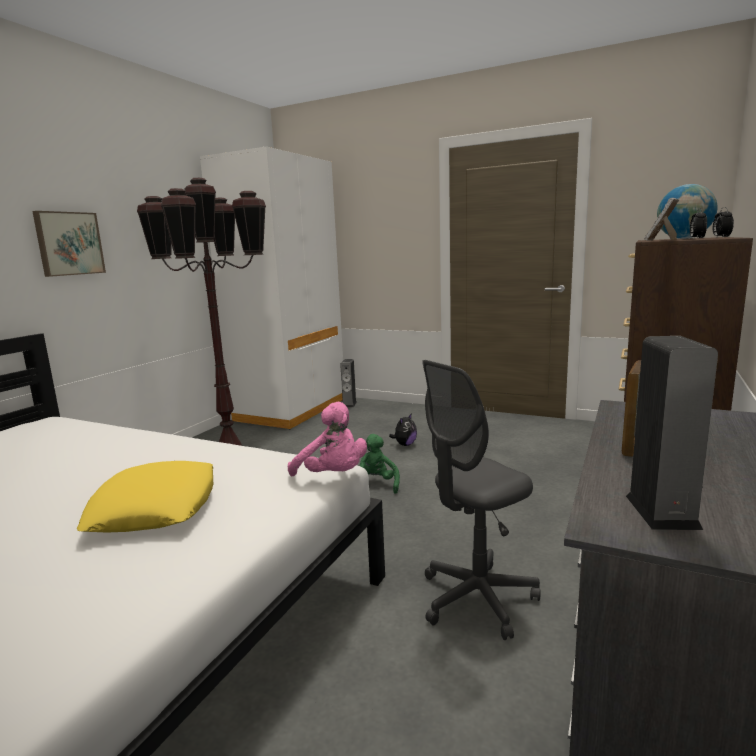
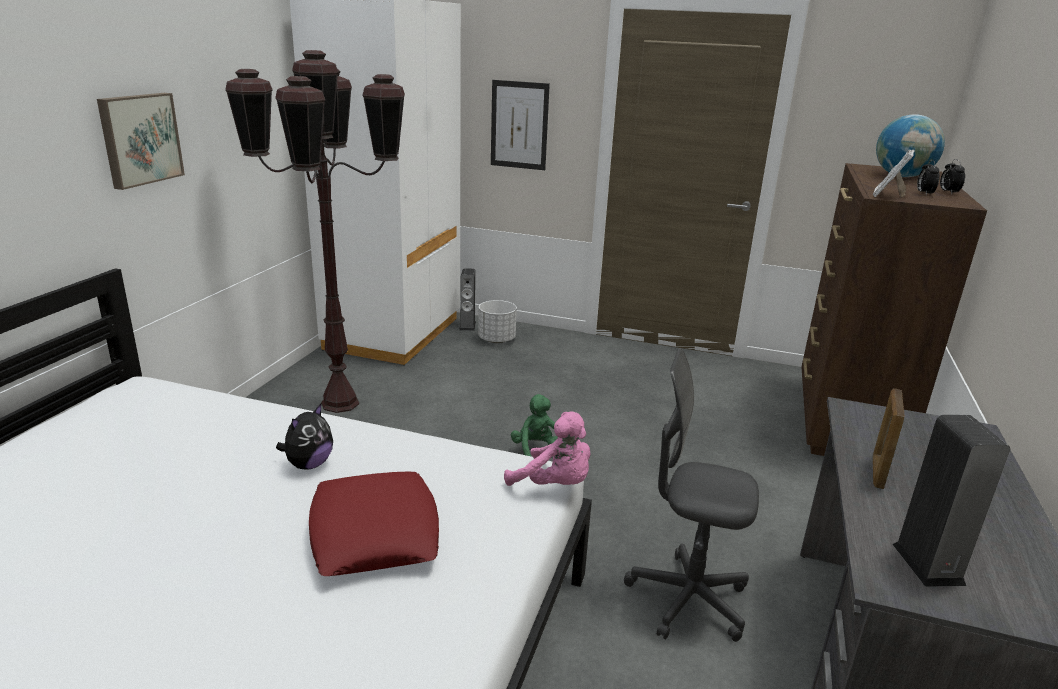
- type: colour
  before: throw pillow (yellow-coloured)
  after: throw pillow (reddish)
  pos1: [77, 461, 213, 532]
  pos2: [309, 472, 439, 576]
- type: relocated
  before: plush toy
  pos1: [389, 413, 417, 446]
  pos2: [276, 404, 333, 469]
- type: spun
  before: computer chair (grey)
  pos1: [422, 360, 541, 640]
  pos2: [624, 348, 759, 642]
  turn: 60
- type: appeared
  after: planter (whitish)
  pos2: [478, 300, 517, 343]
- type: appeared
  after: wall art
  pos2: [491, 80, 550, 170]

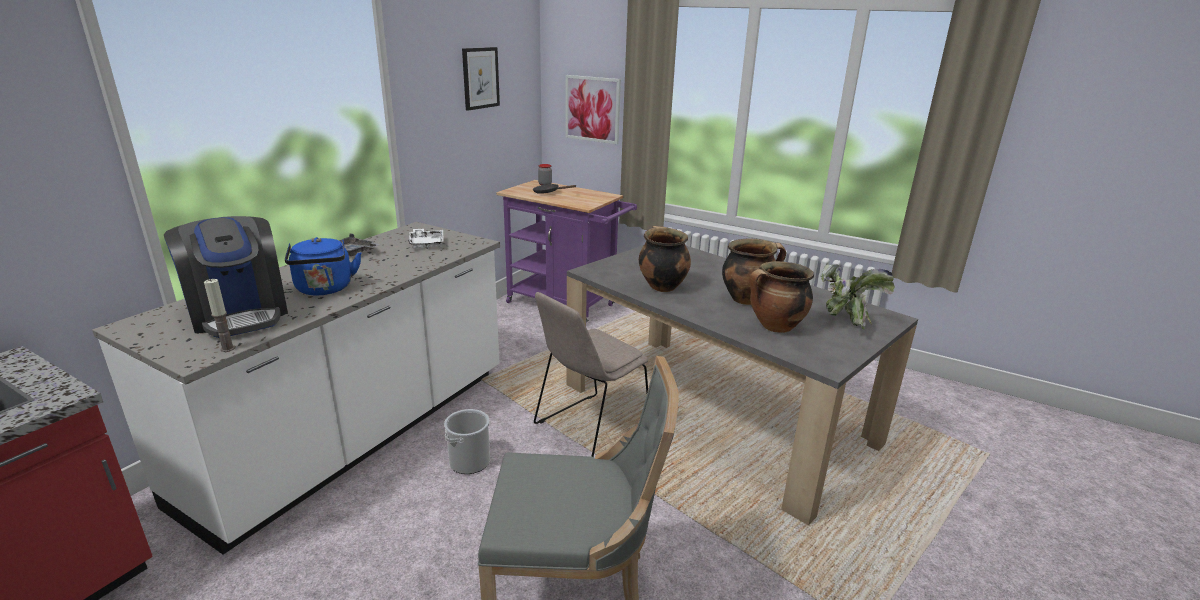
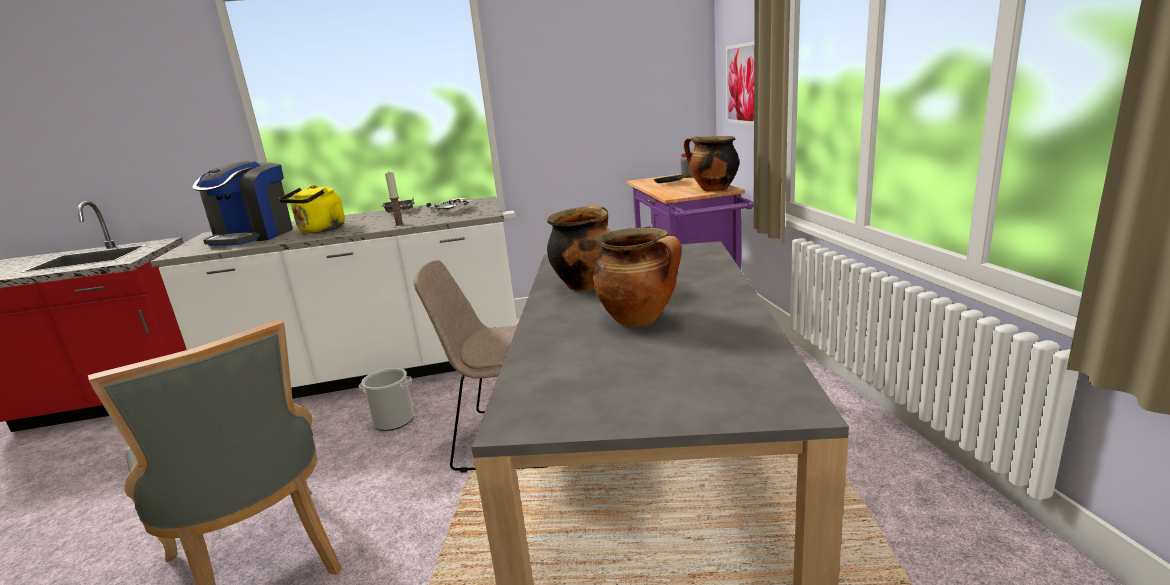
- type: relocated
  before: wax light
  pos1: [204, 279, 235, 352]
  pos2: [385, 171, 404, 226]
- type: colour
  before: water kettle (blue)
  after: water kettle (yellow-coloured)
  pos1: [285, 237, 361, 296]
  pos2: [279, 185, 345, 233]
- type: missing
  before: wall art
  pos1: [462, 47, 500, 111]
- type: relocated
  before: cooking pot
  pos1: [749, 261, 814, 333]
  pos2: [684, 136, 739, 192]
- type: missing
  before: houseplant
  pos1: [821, 263, 895, 330]

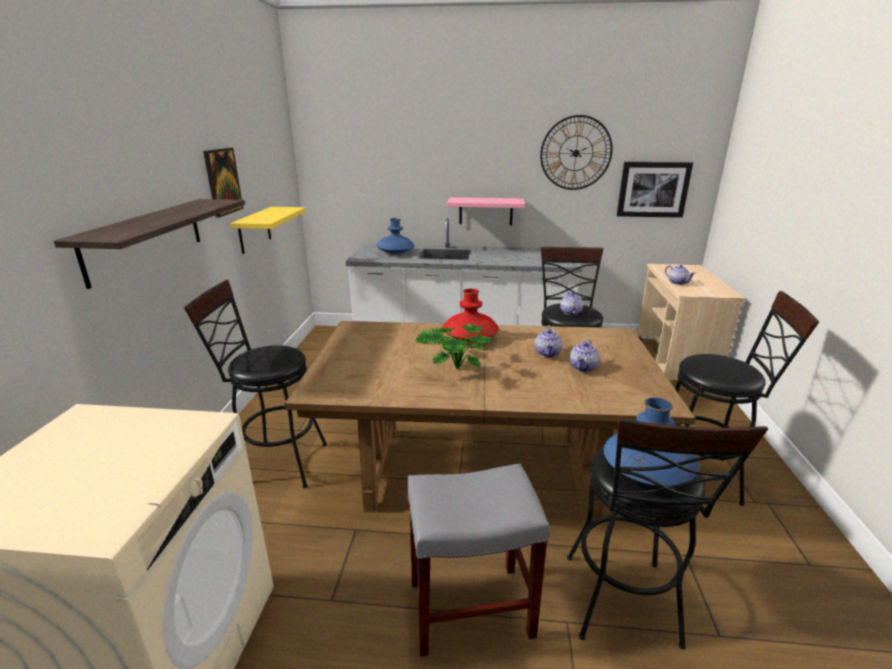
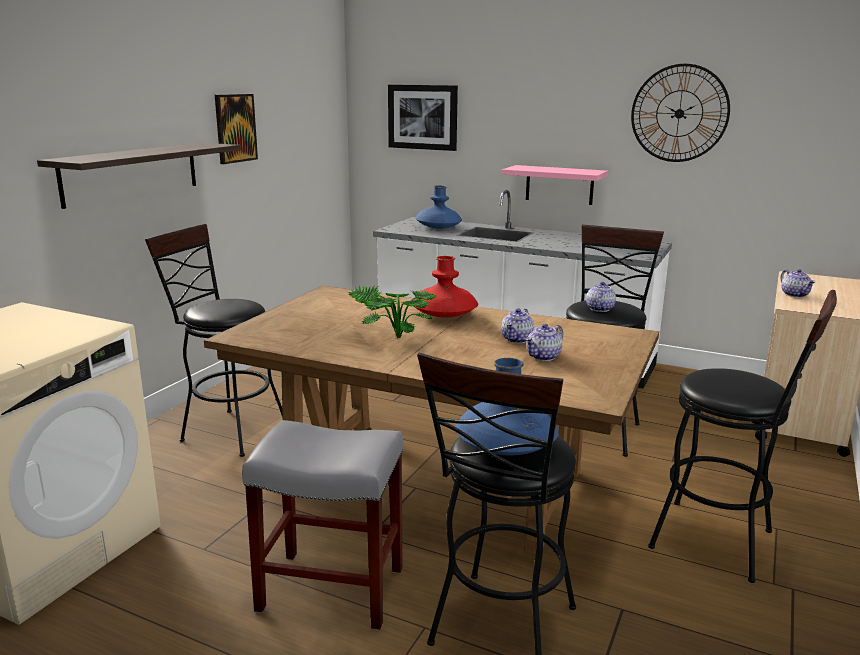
- type: missing
  before: bracket shelf (yellow-coloured)
  pos1: [231, 207, 306, 254]
- type: relocated
  before: wall art
  pos1: [617, 162, 693, 218]
  pos2: [388, 84, 458, 151]

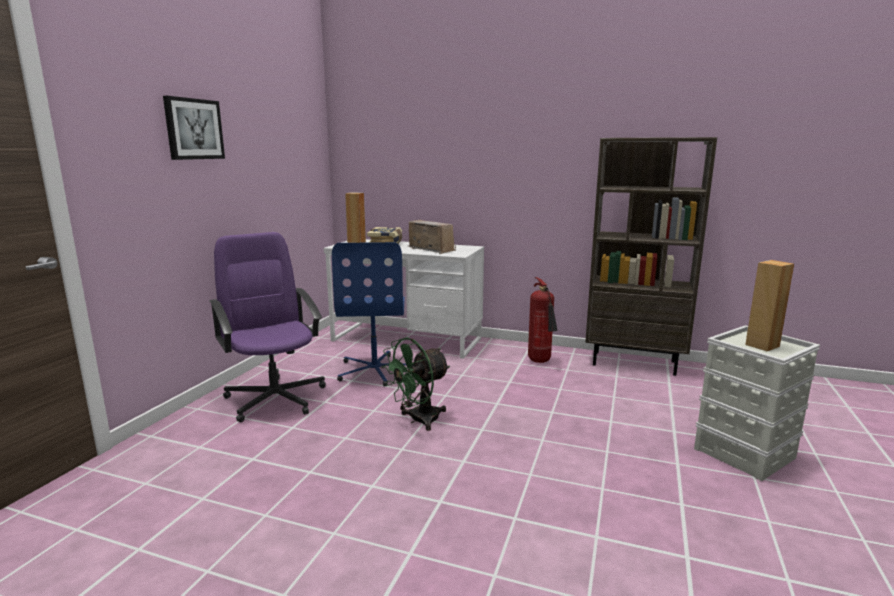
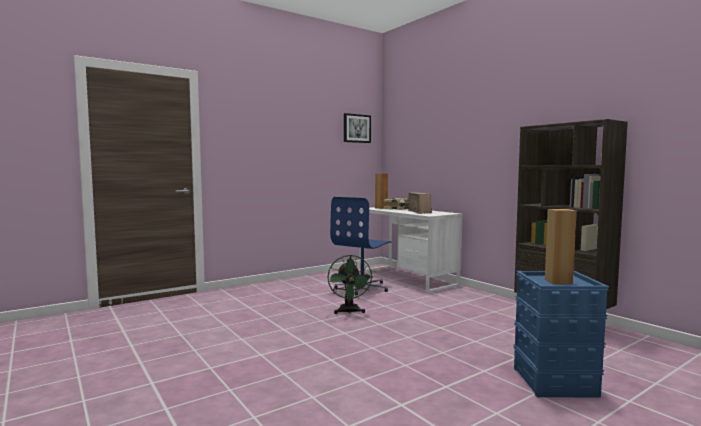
- type: relocated
  before: wall art
  pos1: [163, 96, 225, 160]
  pos2: [344, 113, 371, 143]
- type: missing
  before: computer chair (purplish)
  pos1: [209, 232, 326, 422]
- type: spun
  before: fan (green-coloured)
  pos1: [381, 338, 450, 431]
  pos2: [328, 255, 373, 314]
  turn: -90
- type: missing
  before: extinguisher
  pos1: [528, 277, 557, 363]
- type: colour
  before: storage box (grey)
  after: storage box (blue)
  pos1: [694, 325, 820, 481]
  pos2: [513, 271, 609, 398]

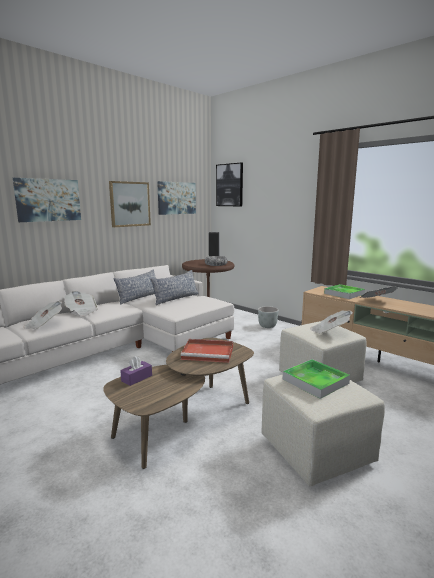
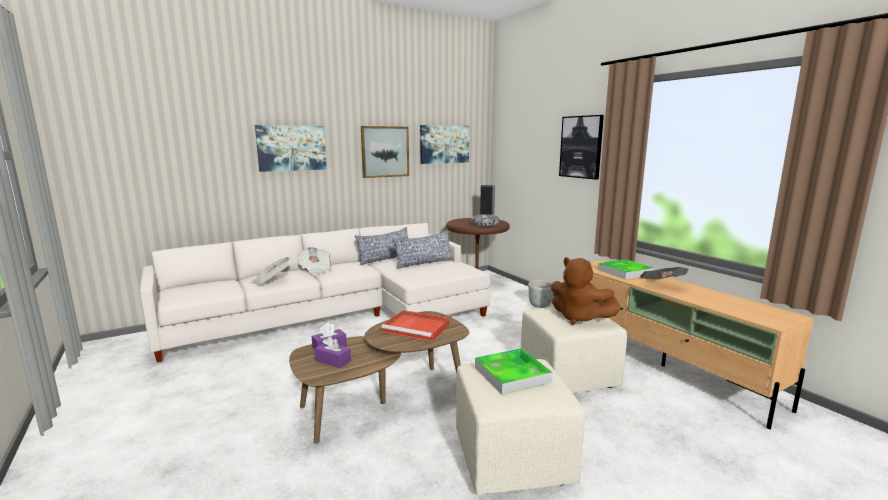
- type: relocated
  before: wall art
  pos1: [216, 163, 243, 206]
  pos2: [559, 115, 604, 180]
- type: exchanged
  before: newspaper
  after: plush toy (brown)
  pos1: [310, 310, 353, 334]
  pos2: [551, 257, 621, 325]
- type: appeared
  after: tissue holder (purplish)
  pos2: [315, 336, 351, 368]

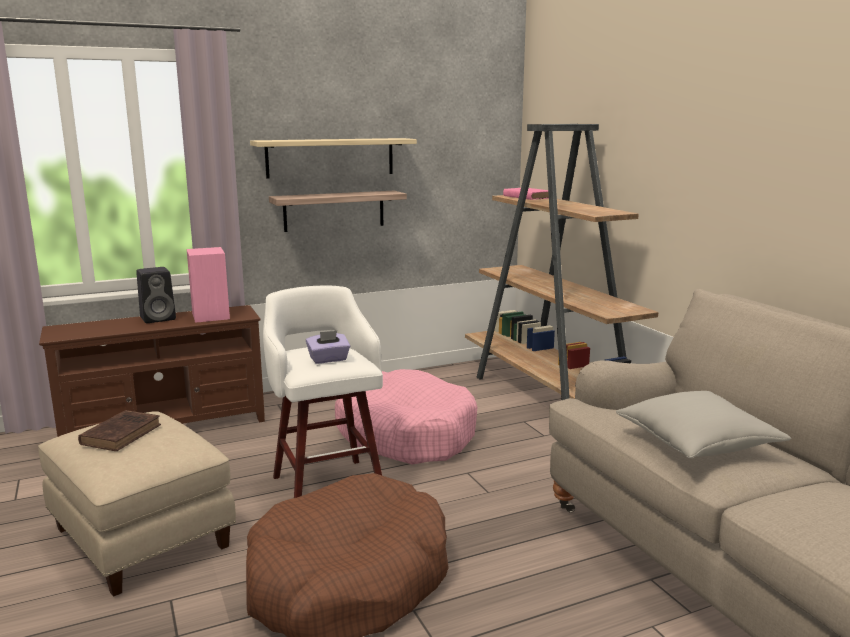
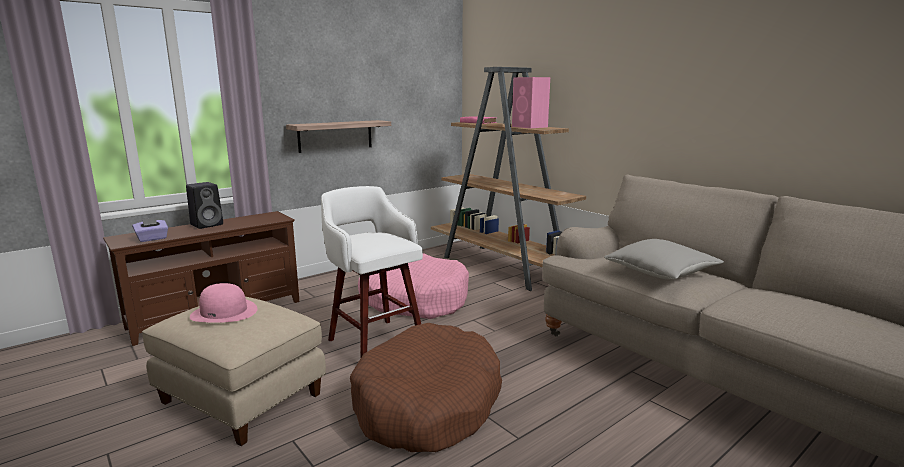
- type: exchanged
  before: book (brown)
  after: hat (pinkish)
  pos1: [78, 410, 161, 451]
  pos2: [190, 283, 258, 323]
- type: relocated
  before: speaker (pinkish)
  pos1: [187, 247, 230, 323]
  pos2: [512, 77, 550, 128]
- type: missing
  before: bracket shelf
  pos1: [250, 138, 417, 178]
- type: relocated
  before: tissue holder (purplish)
  pos1: [306, 331, 350, 364]
  pos2: [132, 217, 168, 242]

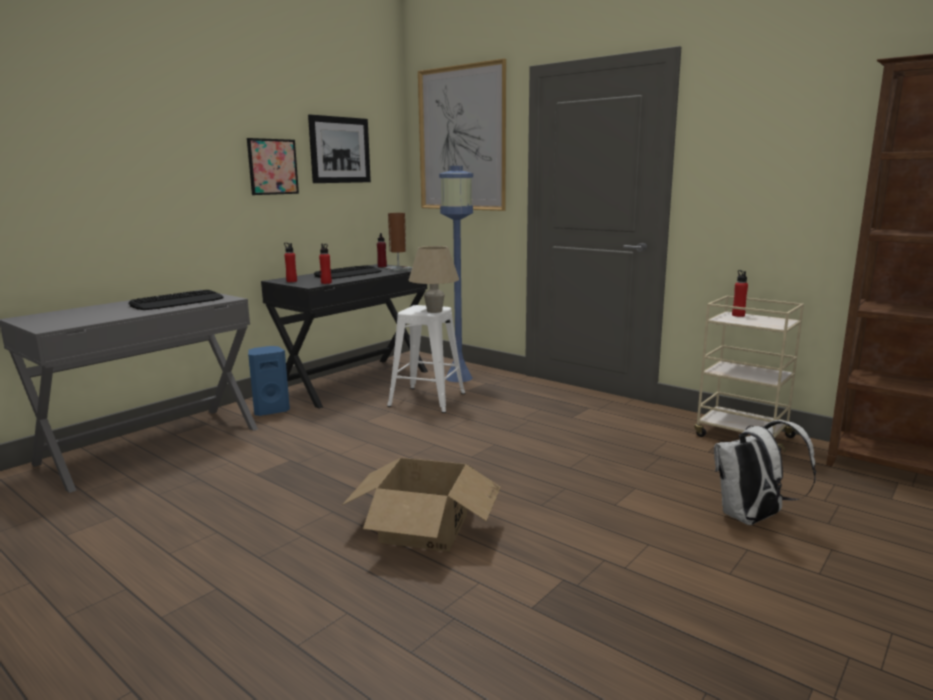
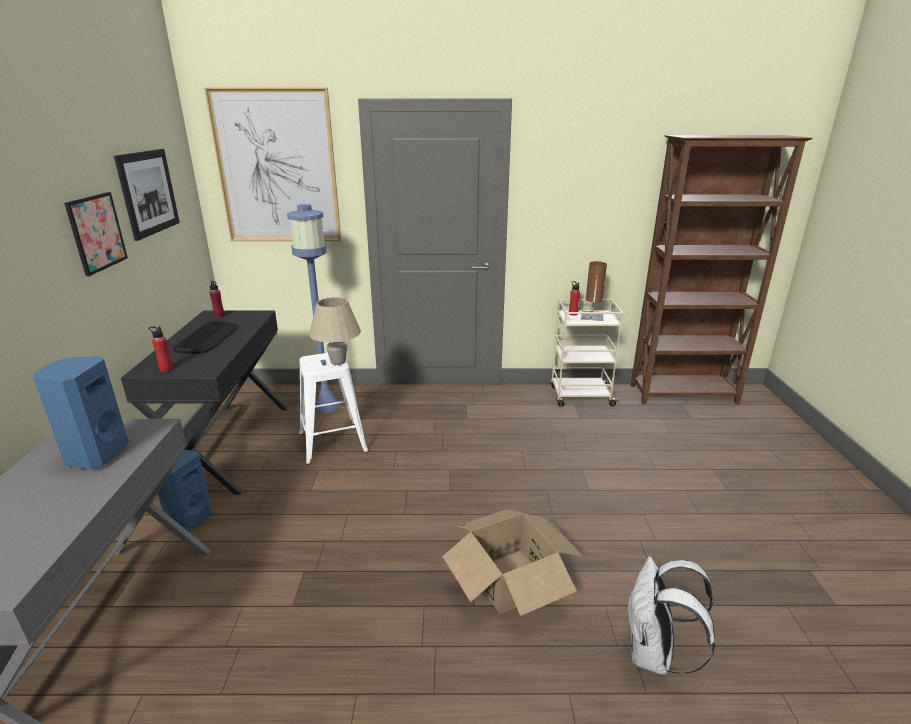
- type: exchanged
  before: keyboard
  after: speaker (blue)
  pos1: [128, 290, 224, 310]
  pos2: [33, 356, 129, 470]
- type: missing
  before: bottle (reddish)
  pos1: [319, 244, 332, 284]
- type: relocated
  before: tabletop lamp (brown)
  pos1: [384, 213, 412, 272]
  pos2: [581, 261, 607, 321]
- type: relocated
  before: rucksack (whitish)
  pos1: [714, 420, 816, 525]
  pos2: [628, 556, 715, 675]

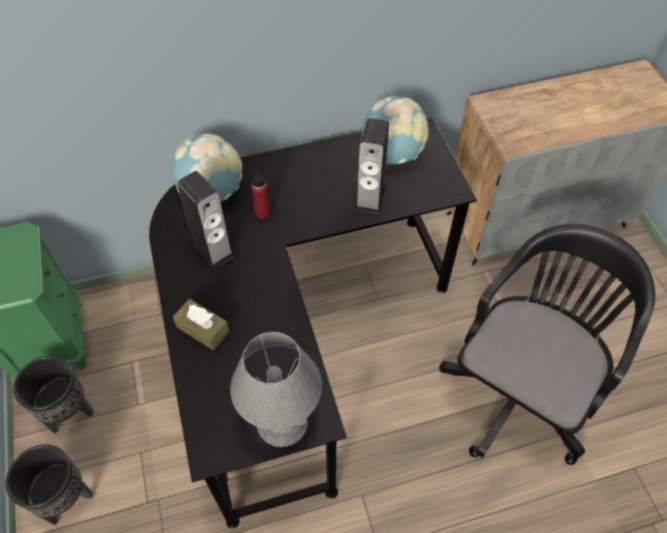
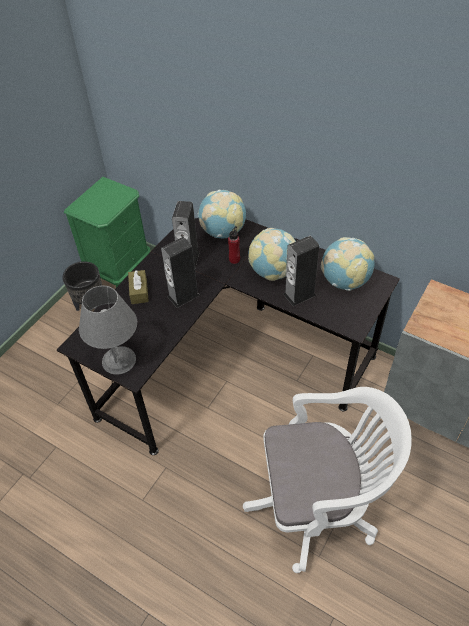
- type: missing
  before: planter (black-coloured)
  pos1: [5, 445, 93, 525]
- type: colour
  before: computer chair (black-coloured)
  after: computer chair (whitish)
  pos1: [439, 224, 655, 465]
  pos2: [243, 387, 412, 573]
- type: appeared
  after: speaker
  pos2: [161, 237, 200, 308]
- type: appeared
  after: globe
  pos2: [248, 228, 296, 281]

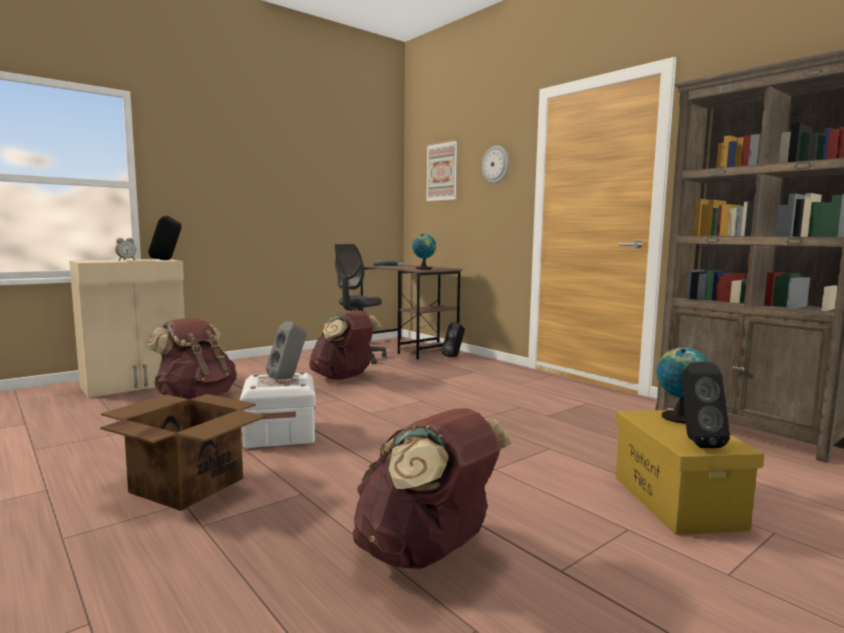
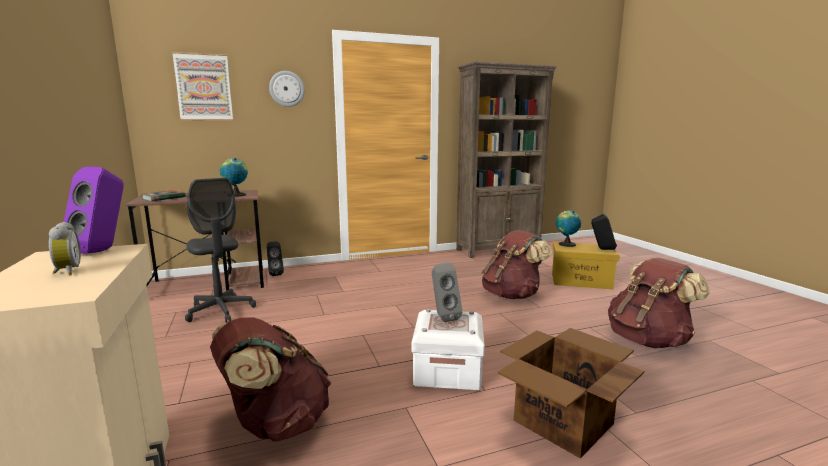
- type: colour
  before: speaker (black-coloured)
  after: speaker (purplish)
  pos1: [148, 216, 181, 260]
  pos2: [64, 167, 124, 254]
- type: relocated
  before: rucksack (brown)
  pos1: [309, 311, 382, 379]
  pos2: [481, 230, 552, 299]

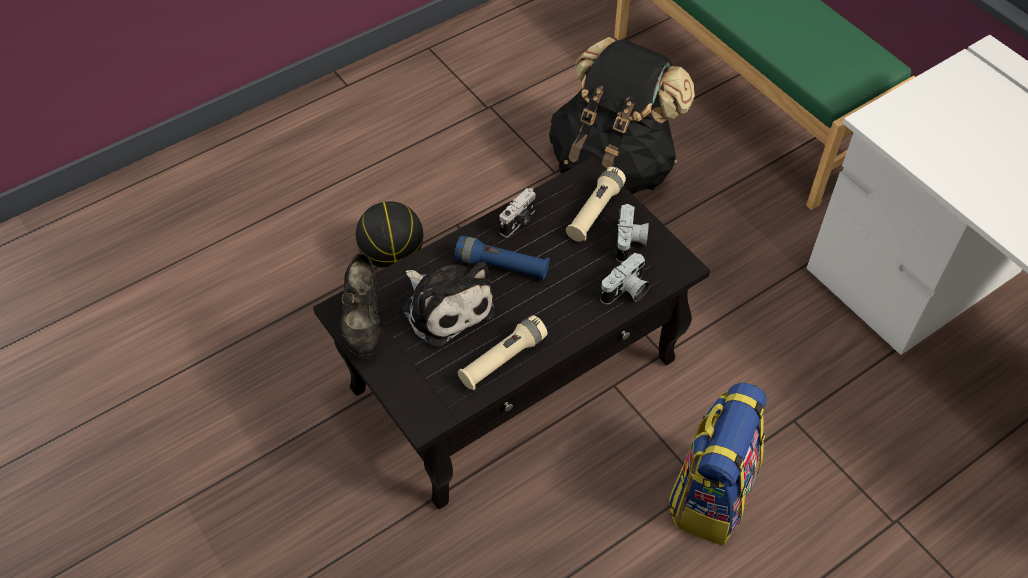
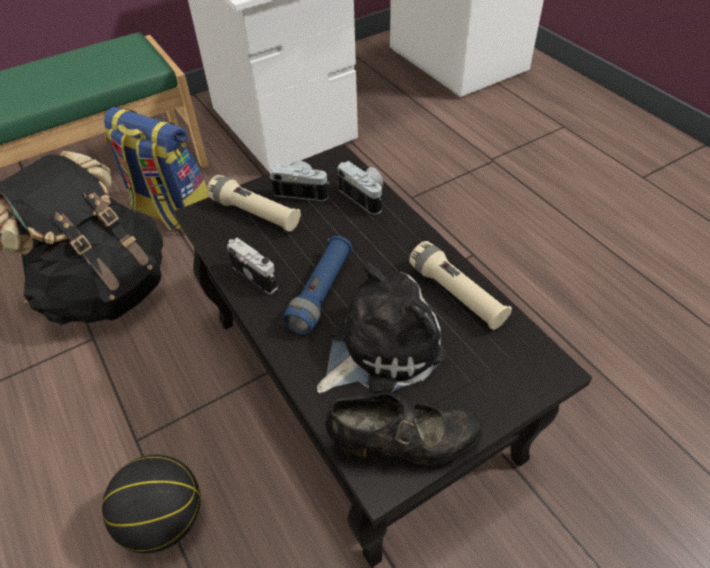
- type: relocated
  before: rucksack
  pos1: [669, 382, 767, 545]
  pos2: [104, 107, 209, 231]

